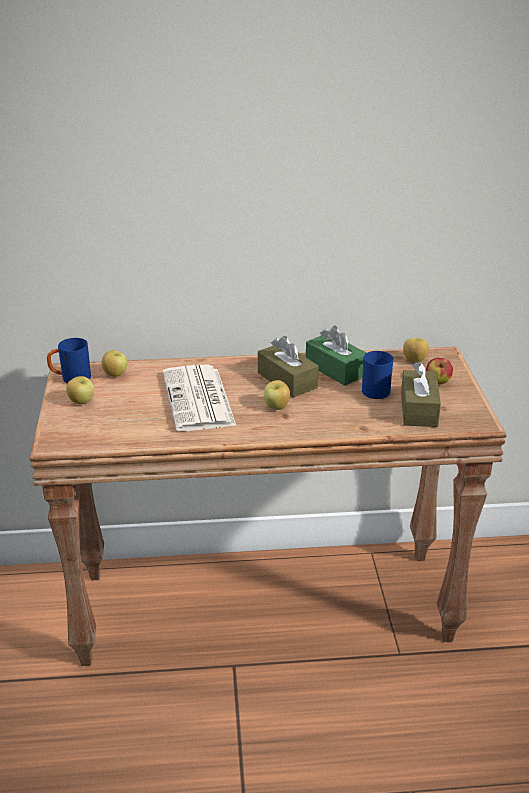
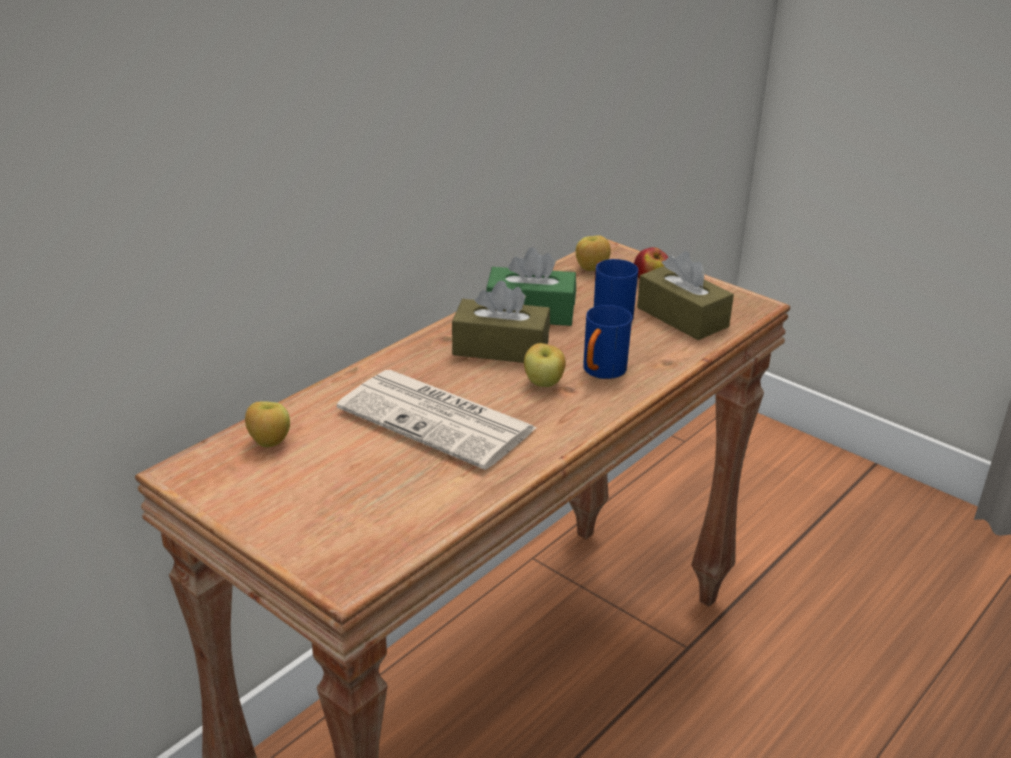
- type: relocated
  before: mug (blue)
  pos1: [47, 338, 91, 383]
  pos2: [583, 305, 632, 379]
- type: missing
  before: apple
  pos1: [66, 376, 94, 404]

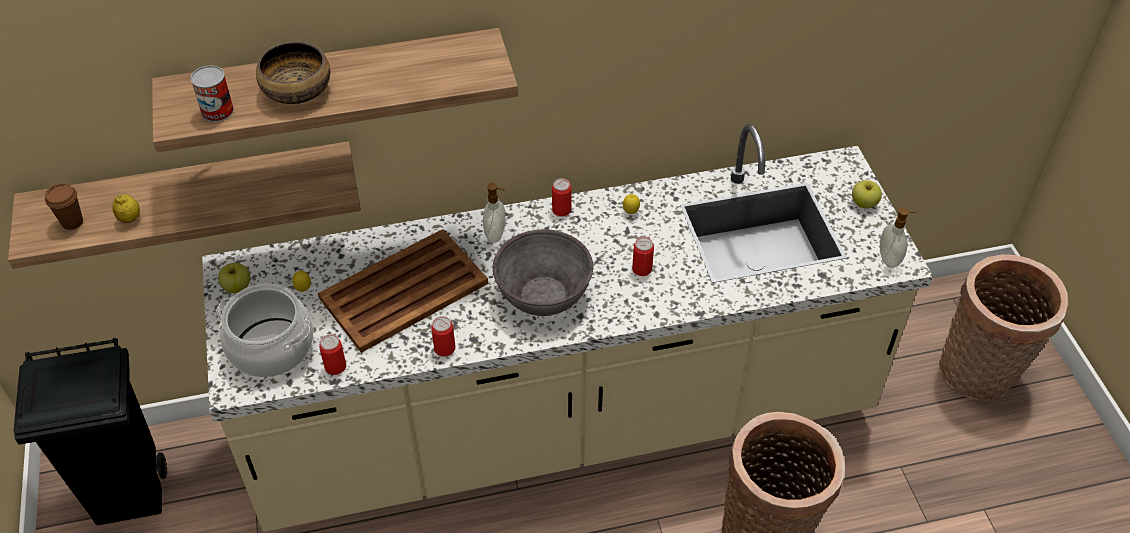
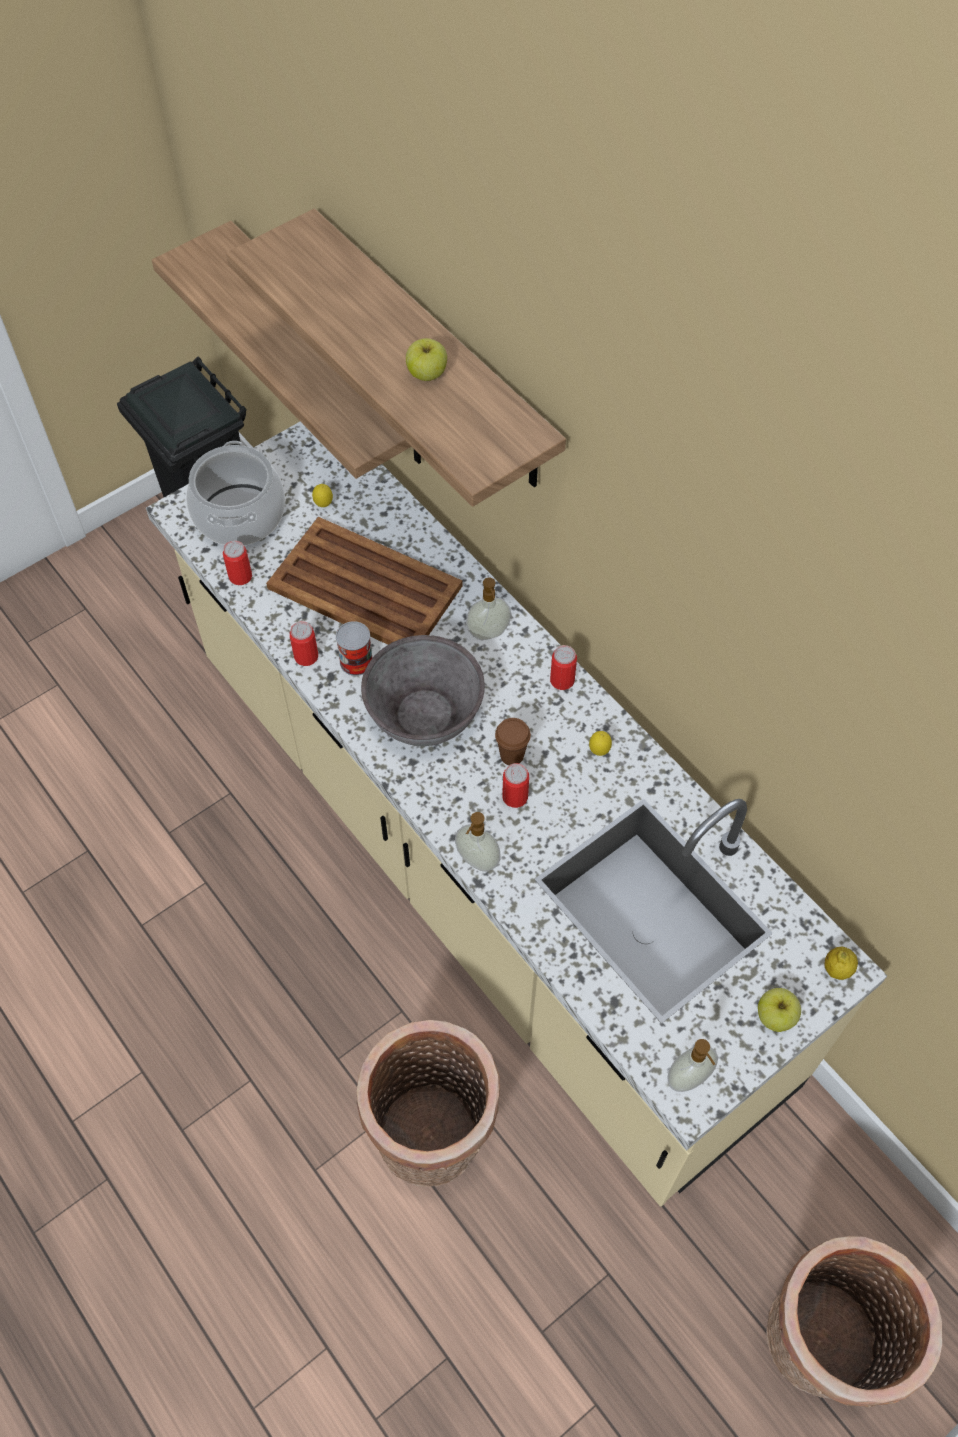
- type: relocated
  before: small cup (brown)
  pos1: [45, 183, 83, 230]
  pos2: [495, 718, 531, 765]
- type: relocated
  before: lemon
  pos1: [112, 194, 140, 223]
  pos2: [824, 946, 858, 980]
- type: relocated
  before: metal can
  pos1: [190, 66, 234, 122]
  pos2: [336, 621, 373, 676]
- type: relocated
  before: apple
  pos1: [218, 263, 250, 293]
  pos2: [406, 338, 447, 381]
- type: missing
  before: bowl
  pos1: [256, 41, 330, 104]
- type: appeared
  after: soap bottle
  pos2: [455, 812, 501, 872]

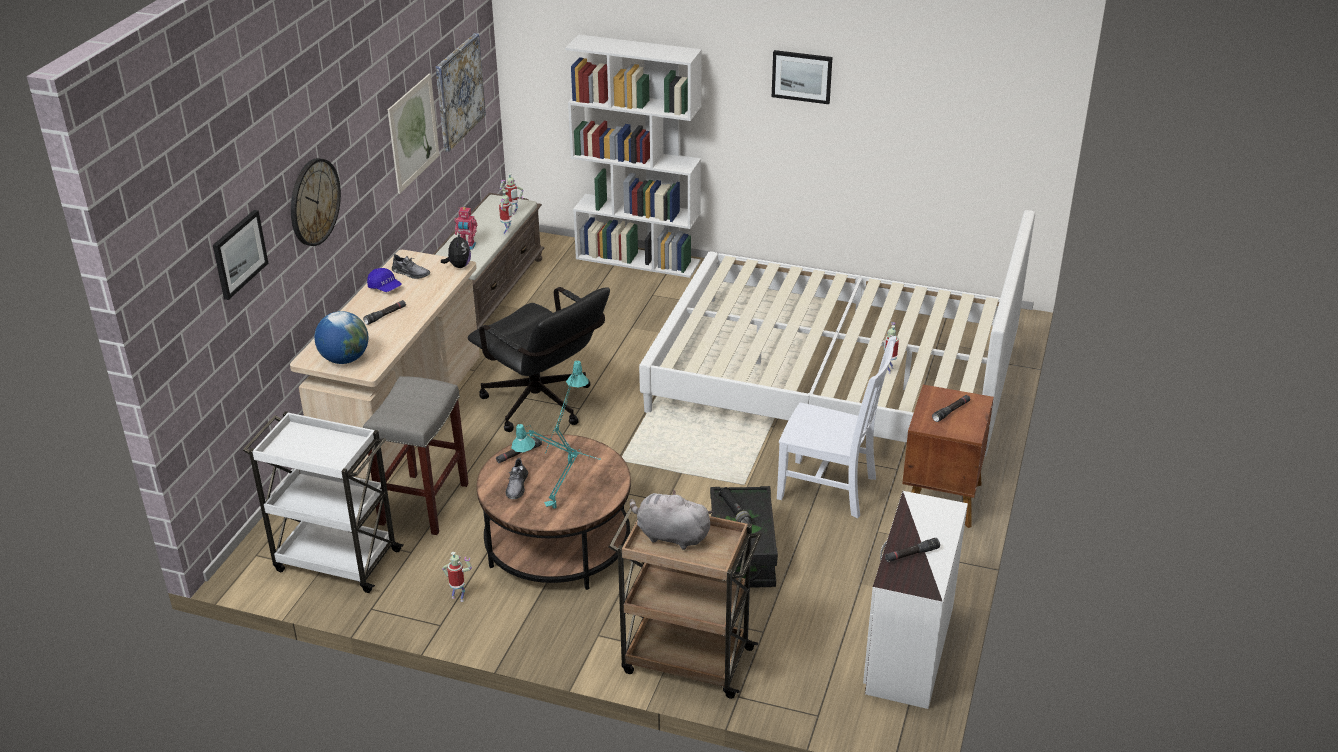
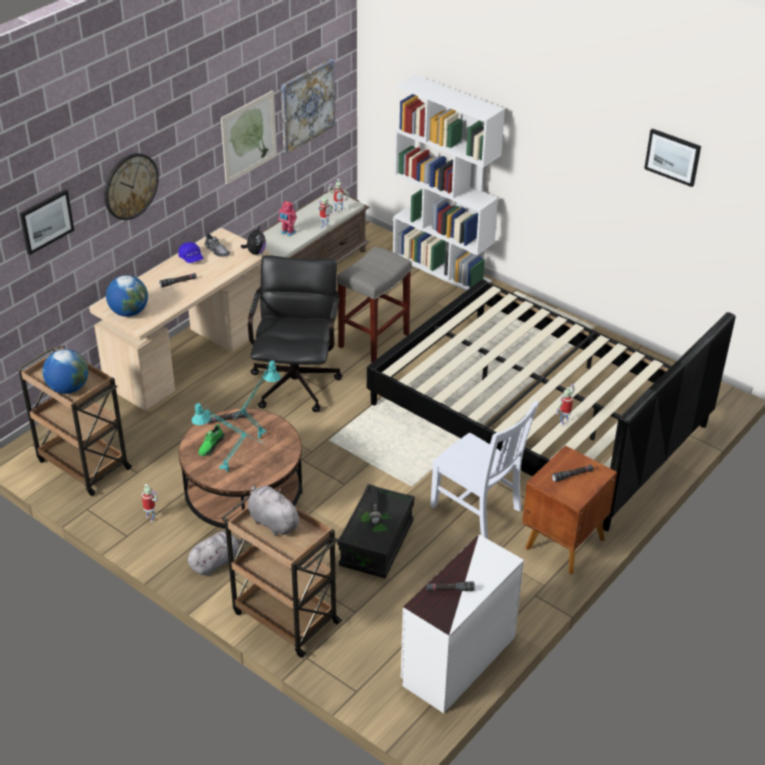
- type: colour
  before: trolley (whitish)
  after: trolley (brown)
  pos1: [243, 411, 404, 593]
  pos2: [17, 346, 132, 496]
- type: relocated
  before: stool (grey)
  pos1: [363, 376, 469, 535]
  pos2: [337, 246, 412, 362]
- type: spun
  before: computer chair (black-coloured)
  pos1: [468, 287, 610, 432]
  pos2: [248, 255, 343, 412]
  turn: -150
- type: colour
  before: item of footwear (grey)
  after: item of footwear (green-coloured)
  pos1: [506, 458, 528, 499]
  pos2: [198, 424, 225, 456]
- type: colour
  before: bedroom bed (whitish)
  after: bedroom bed (black-coloured)
  pos1: [639, 210, 1035, 457]
  pos2: [367, 279, 735, 531]
- type: relocated
  before: wall art
  pos1: [772, 50, 832, 104]
  pos2: [644, 128, 701, 187]
- type: appeared
  after: globe
  pos2: [43, 349, 88, 394]
- type: appeared
  after: plush toy (grey)
  pos2: [188, 531, 249, 576]

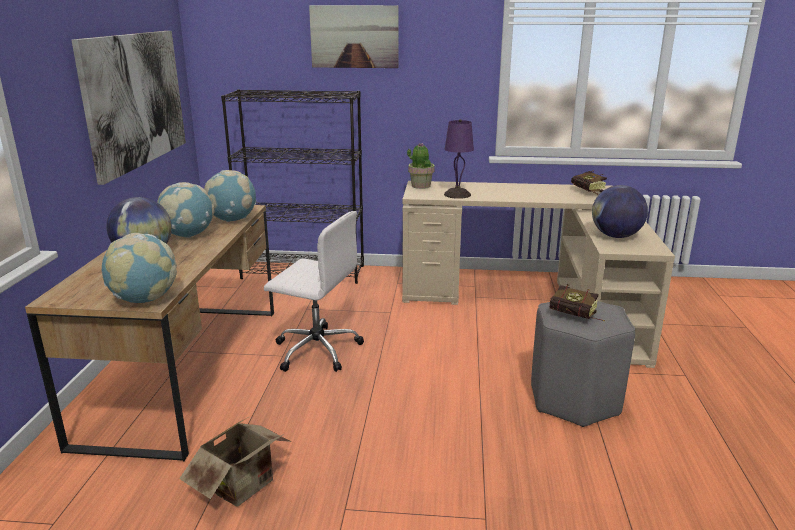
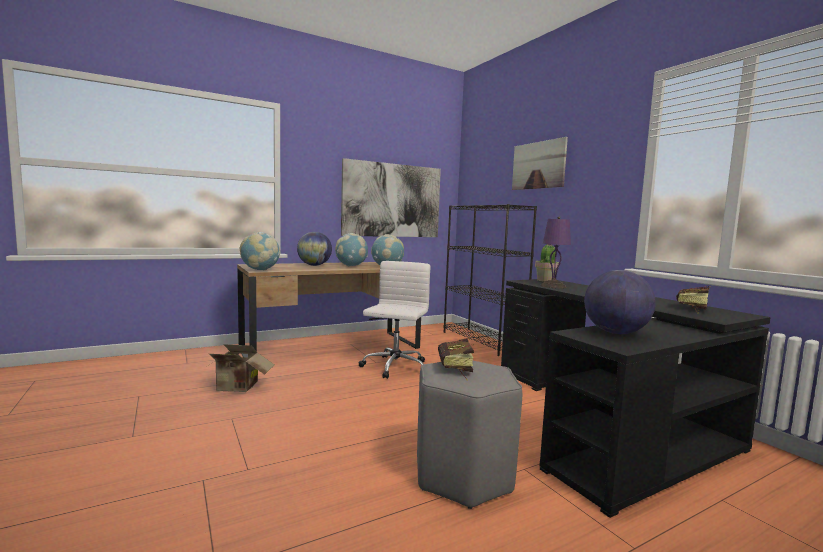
- type: spun
  before: computer chair (whitish)
  pos1: [264, 211, 364, 372]
  pos2: [358, 261, 431, 379]
  turn: -150
- type: colour
  before: desk table (sand-coloured)
  after: desk table (black-coloured)
  pos1: [402, 181, 675, 368]
  pos2: [501, 279, 771, 518]

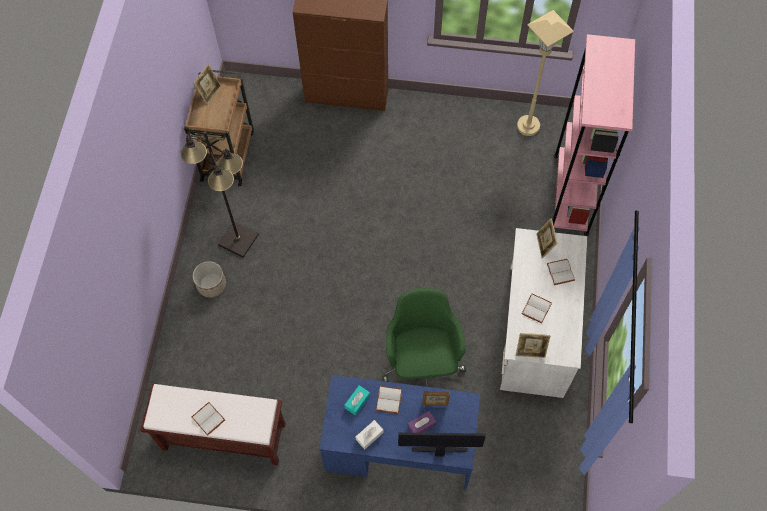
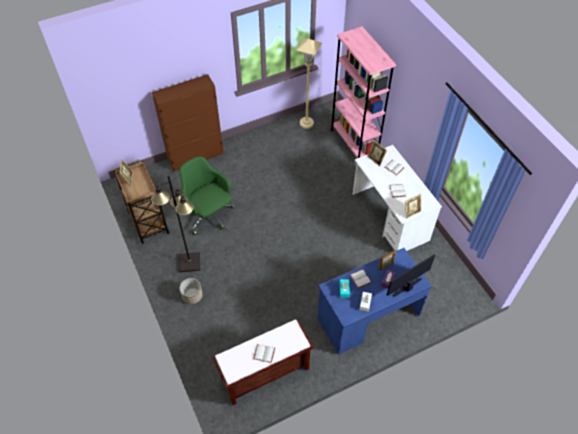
- type: relocated
  before: computer chair (green-coloured)
  pos1: [382, 288, 466, 387]
  pos2: [179, 156, 236, 235]

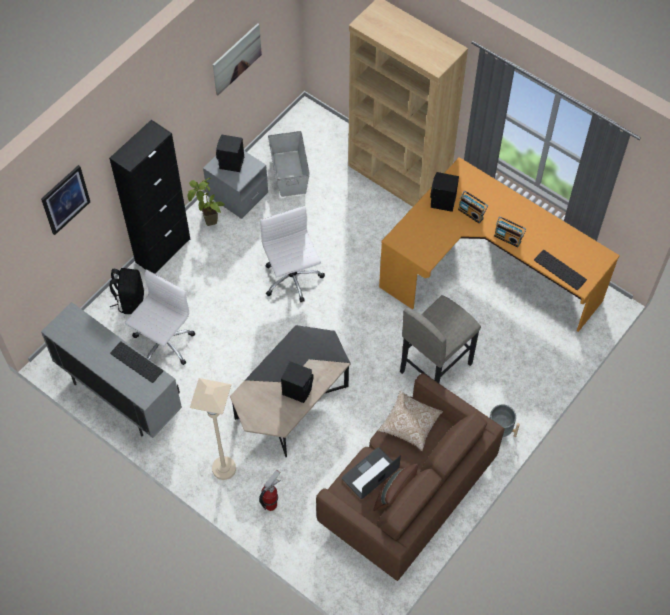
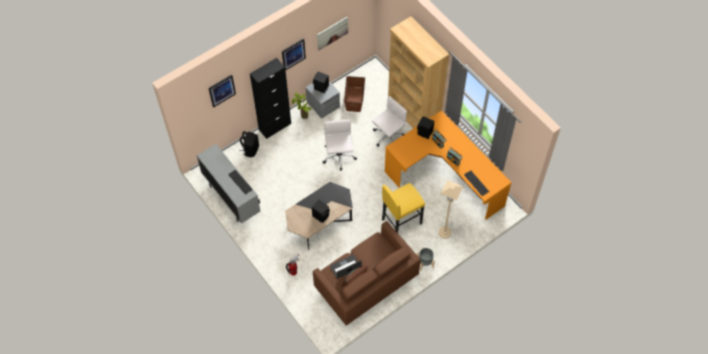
- type: relocated
  before: computer chair (whitish)
  pos1: [125, 269, 195, 365]
  pos2: [372, 96, 407, 147]
- type: relocated
  before: standing lamp (sand-coloured)
  pos1: [190, 378, 236, 480]
  pos2: [438, 180, 463, 239]
- type: colour
  before: storage box (grey)
  after: storage box (brown)
  pos1: [268, 131, 310, 197]
  pos2: [344, 76, 365, 112]
- type: missing
  before: throw pillow
  pos1: [378, 391, 443, 451]
- type: colour
  before: stool (grey)
  after: stool (yellow-coloured)
  pos1: [400, 295, 481, 383]
  pos2: [382, 183, 425, 233]
- type: appeared
  after: wall art
  pos2: [282, 38, 306, 70]

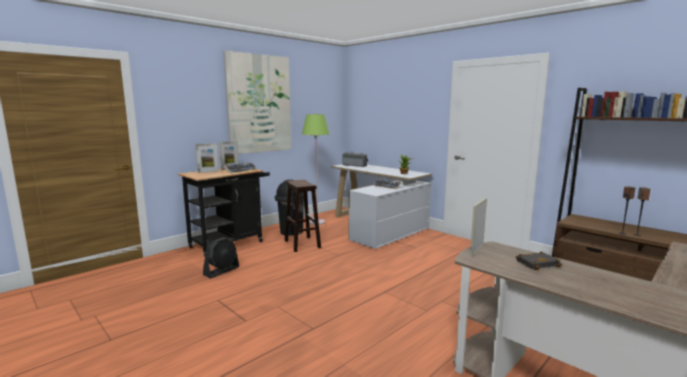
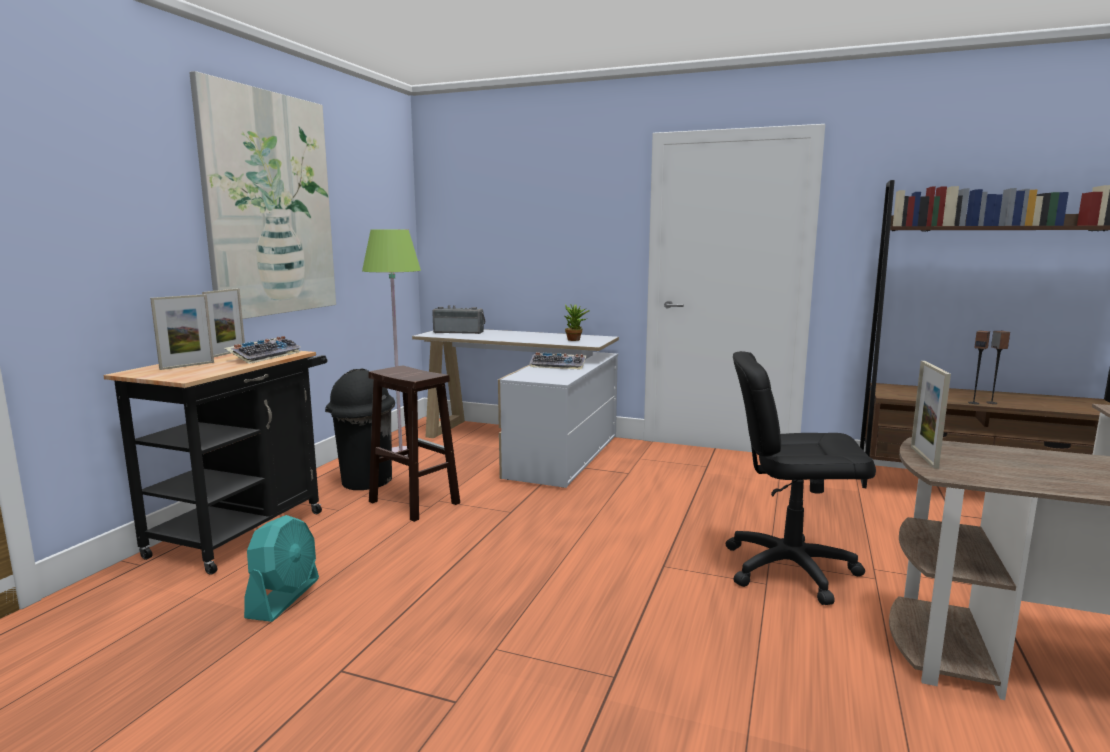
- type: colour
  before: fan (black-coloured)
  after: fan (turquoise)
  pos1: [203, 237, 239, 278]
  pos2: [244, 515, 319, 622]
- type: missing
  before: book (black-coloured)
  pos1: [516, 251, 562, 270]
- type: appeared
  after: computer chair (black-coloured)
  pos2: [726, 351, 876, 605]

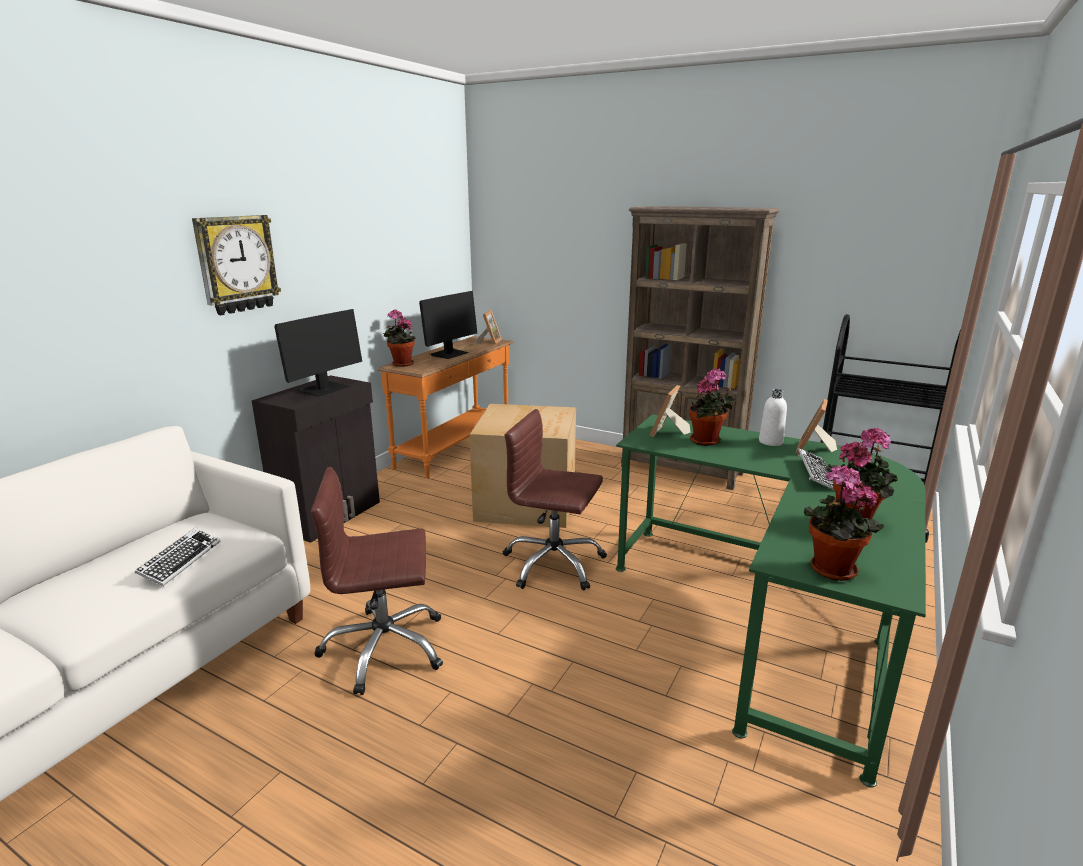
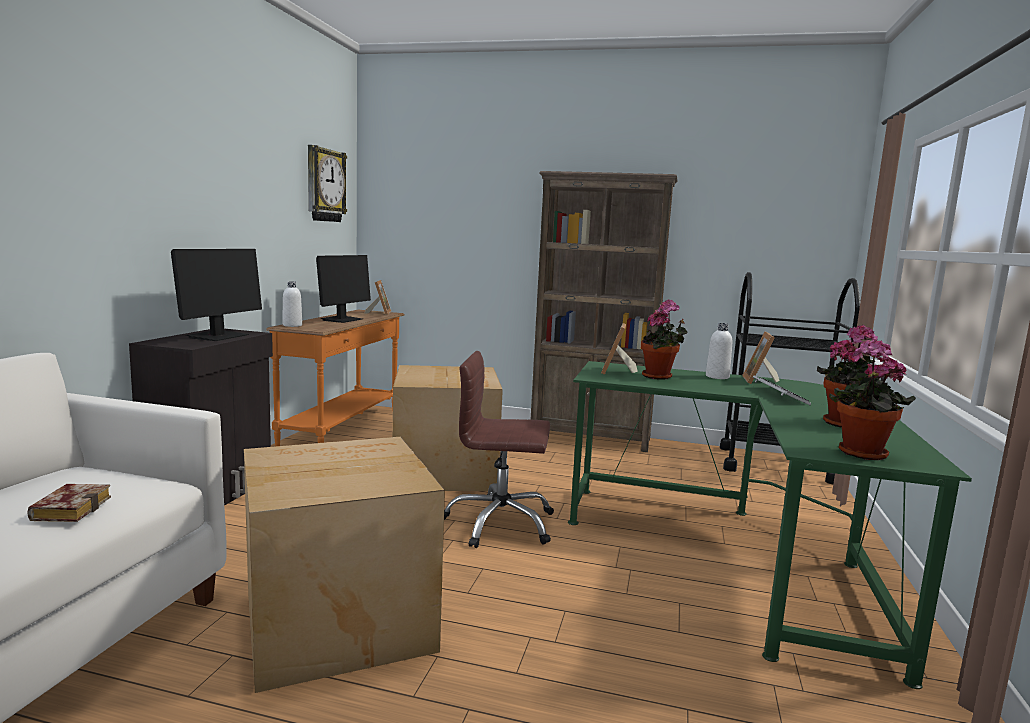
- type: exchanged
  before: keyboard
  after: book
  pos1: [135, 528, 220, 586]
  pos2: [28, 484, 111, 522]
- type: relocated
  before: clock on the wall
  pos1: [192, 215, 281, 315]
  pos2: [308, 145, 347, 222]
- type: exchanged
  before: computer chair (brown)
  after: packing box
  pos1: [311, 467, 443, 695]
  pos2: [244, 437, 445, 693]
- type: exchanged
  before: houseplant
  after: bottle (whitish)
  pos1: [383, 309, 416, 367]
  pos2: [282, 281, 302, 327]

